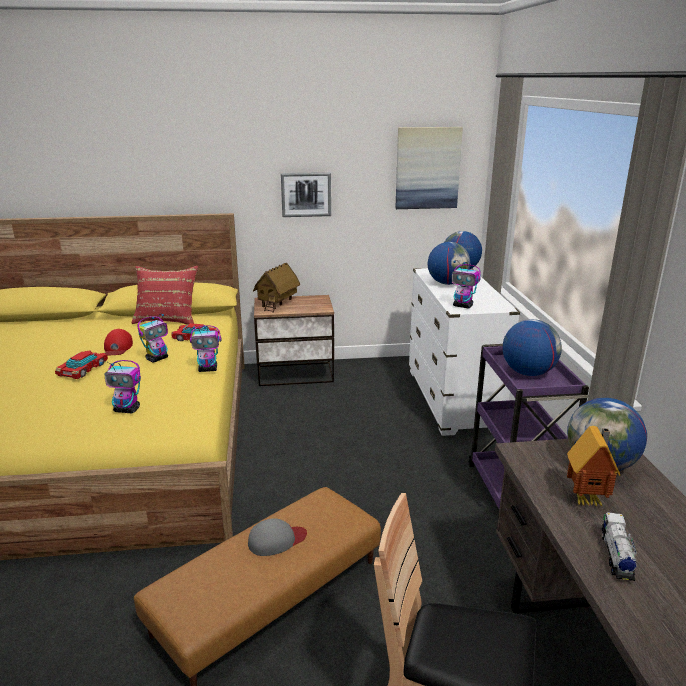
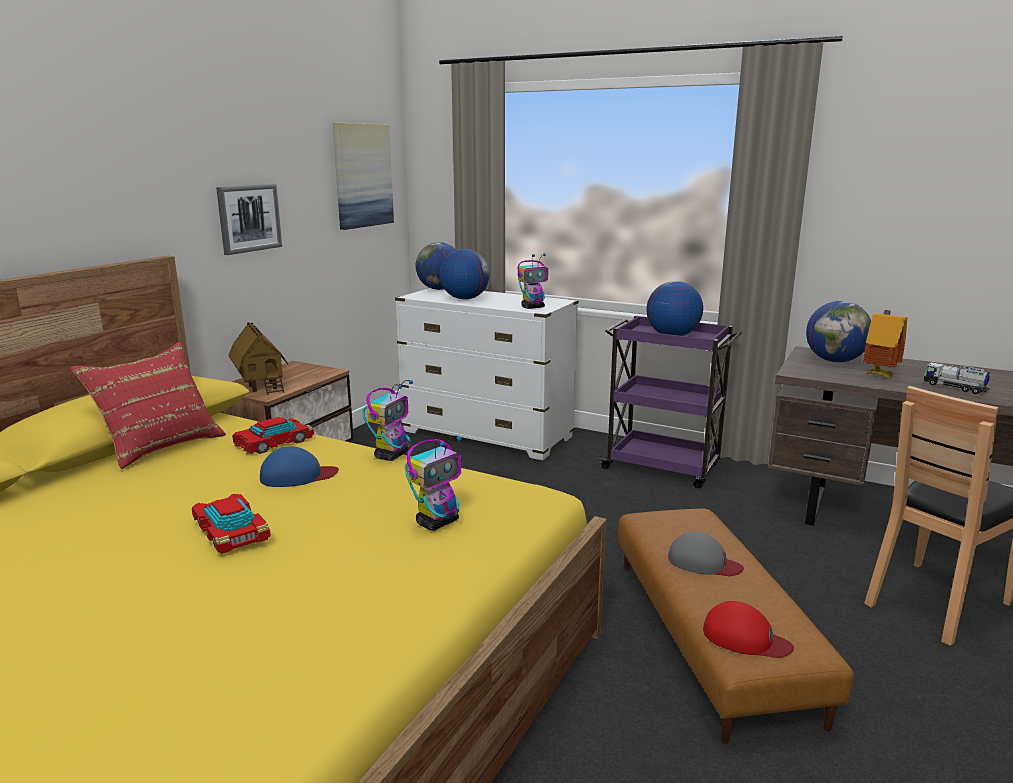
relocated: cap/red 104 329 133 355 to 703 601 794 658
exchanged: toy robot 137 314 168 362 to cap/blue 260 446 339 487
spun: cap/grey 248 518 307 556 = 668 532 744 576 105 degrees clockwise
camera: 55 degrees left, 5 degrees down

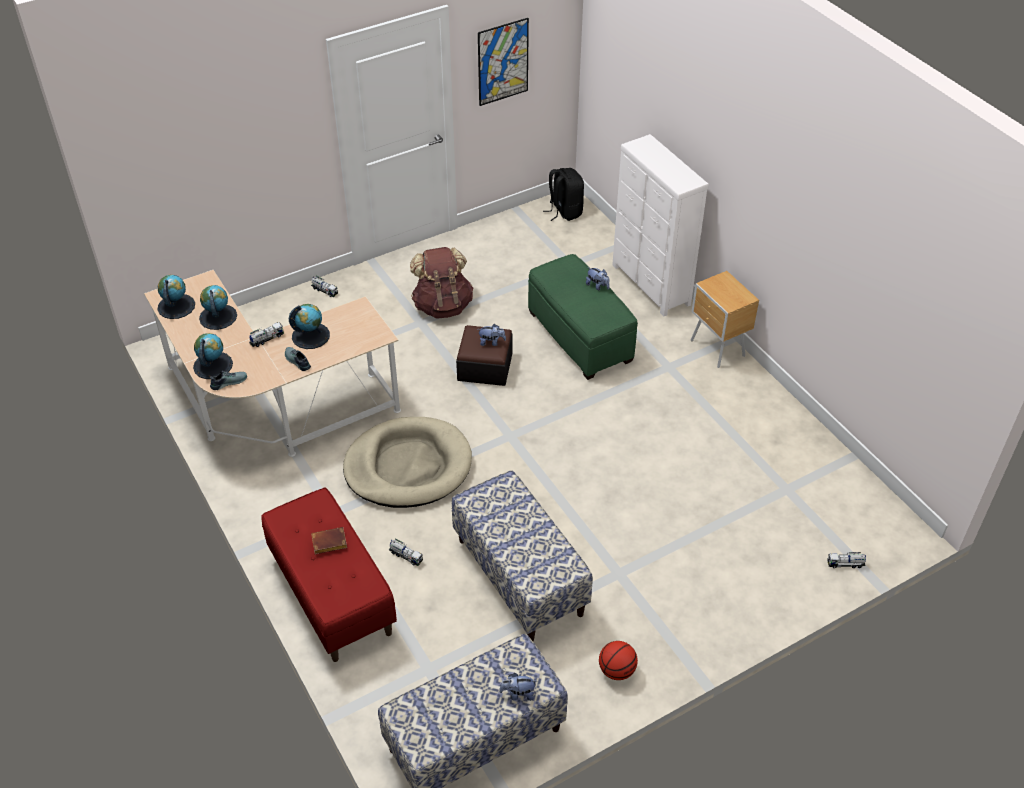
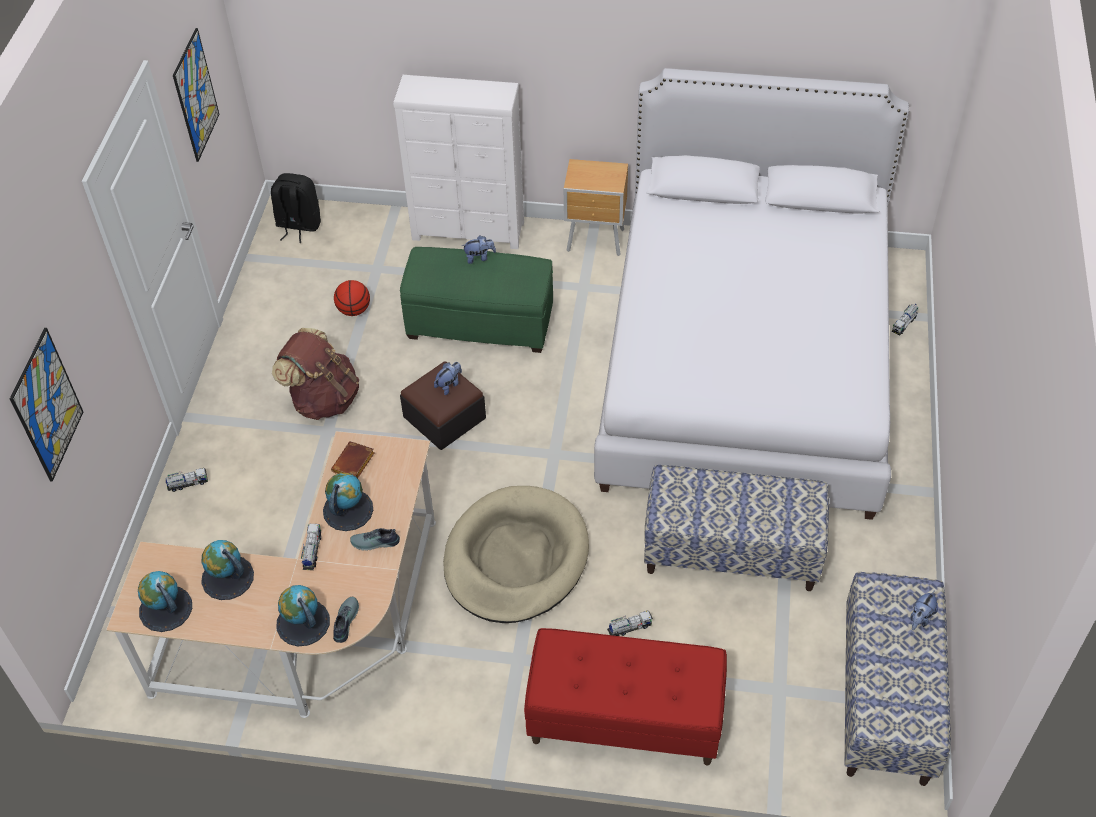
appeared: picture 10 328 83 482; bed/white 594 68 909 520
relocated: book/brown 311 527 347 554 to 331 441 375 478; basketball 599 641 638 680 to 334 280 370 316
camera: 50 degrees left, 5 degrees up

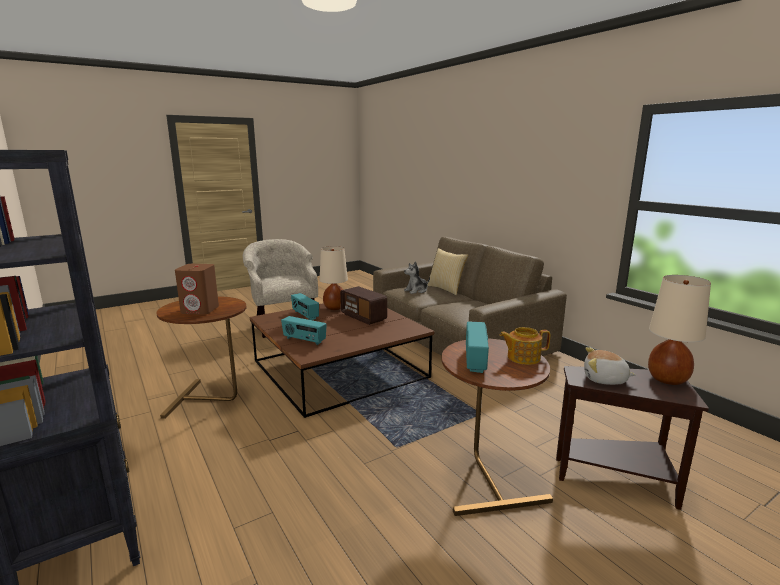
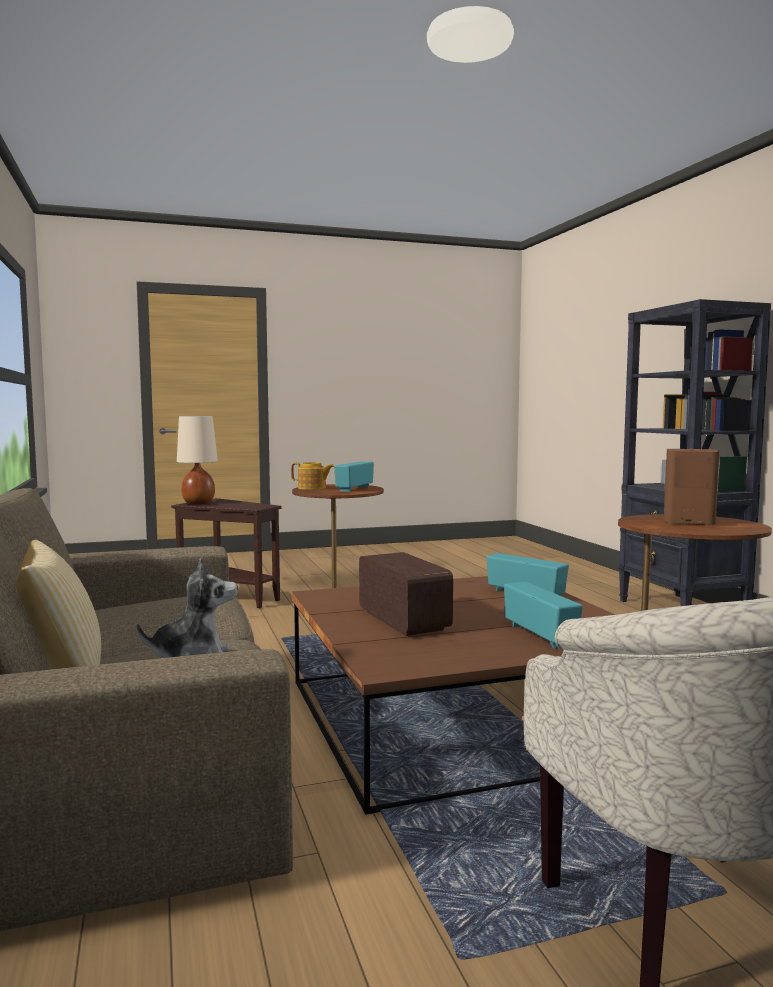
missing: table lamp/beige 320 246 348 310; plush toy 584 347 636 385
camera: 165 degrees left, 10 degrees down

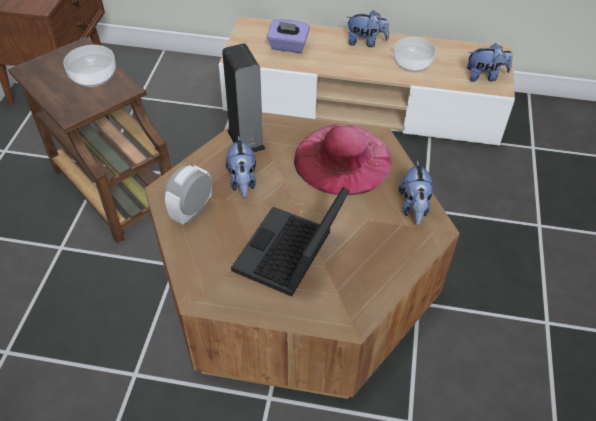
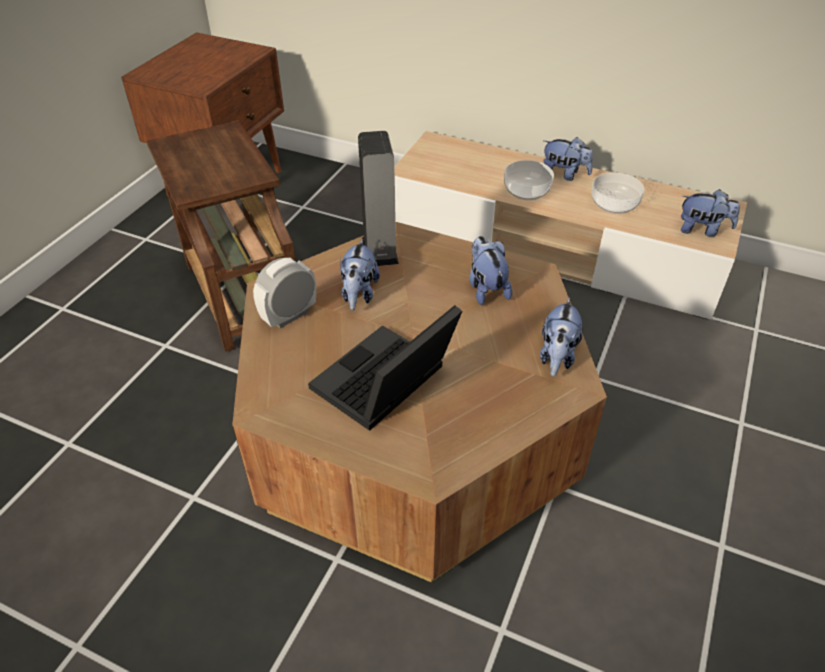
missing: tissue box/purple 267 19 310 53
relocated: bowl 63 45 116 87 to 504 160 554 200
exchanged: hat/pink 294 124 392 195 to plush toy 469 236 512 305
camera: 15 degrees right, 5 degrees down

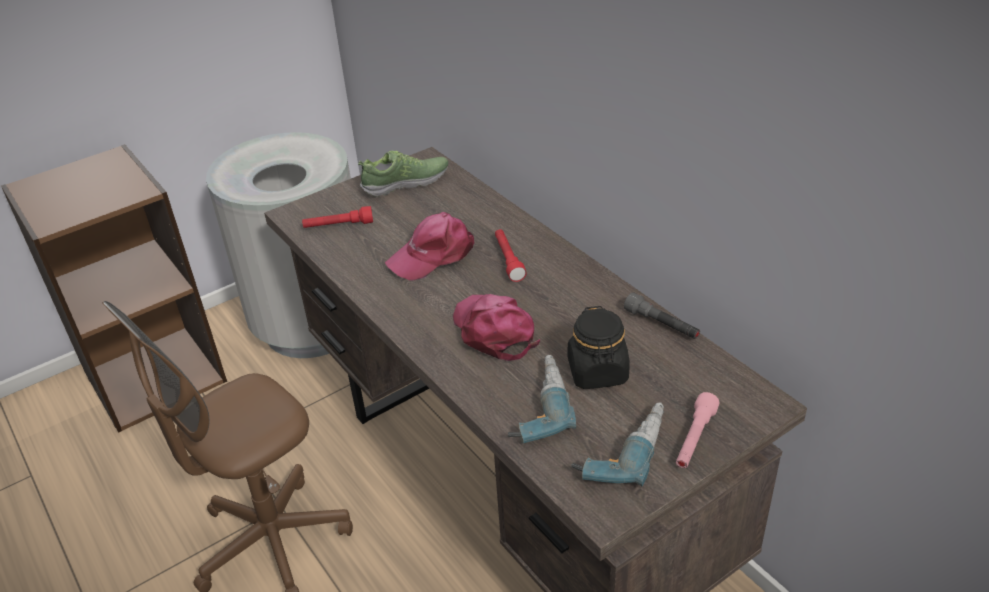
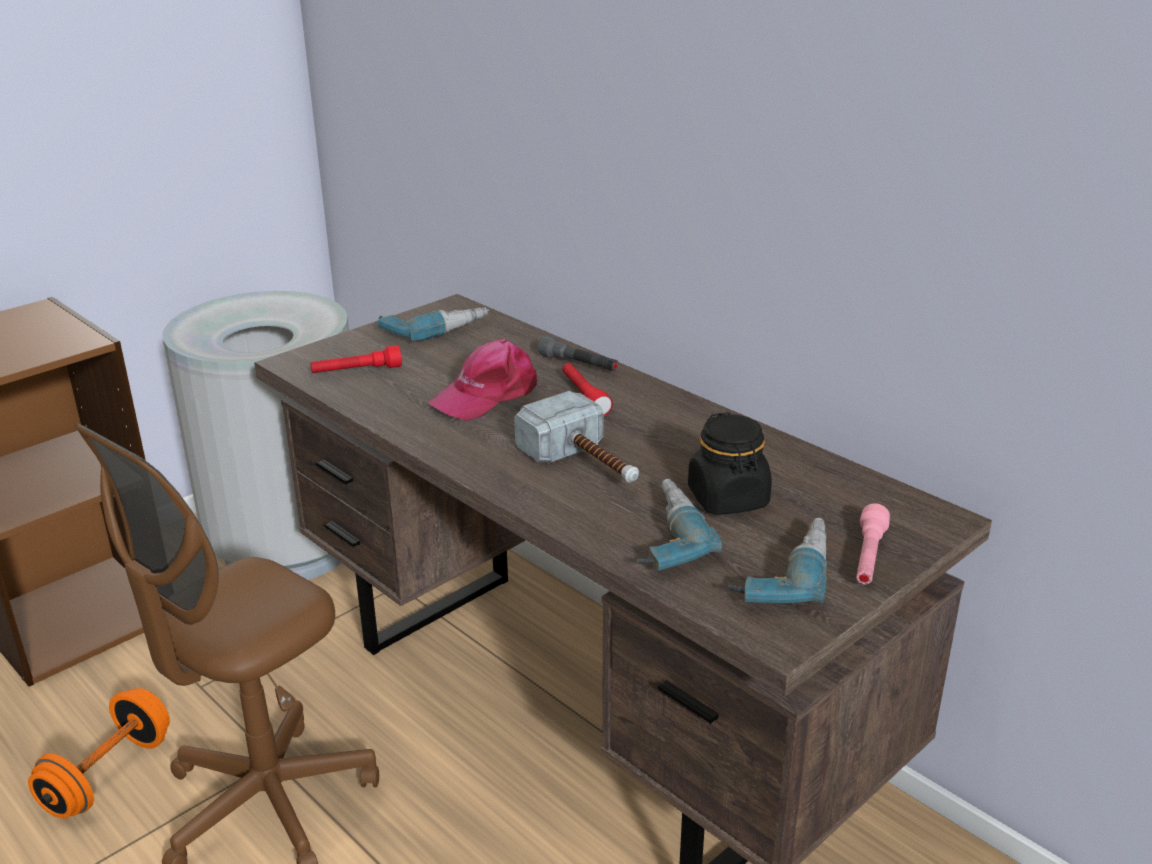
appeared: dumbbell/orange 28 688 170 819
relocated: flashlight/grey 624 292 700 339 to 538 335 618 371
exchanged: shoe 358 151 448 197 to power drill 378 307 489 341; cap/pink 453 294 540 361 to hammer 514 391 639 483
camera: 10 degrees left, 10 degrees down

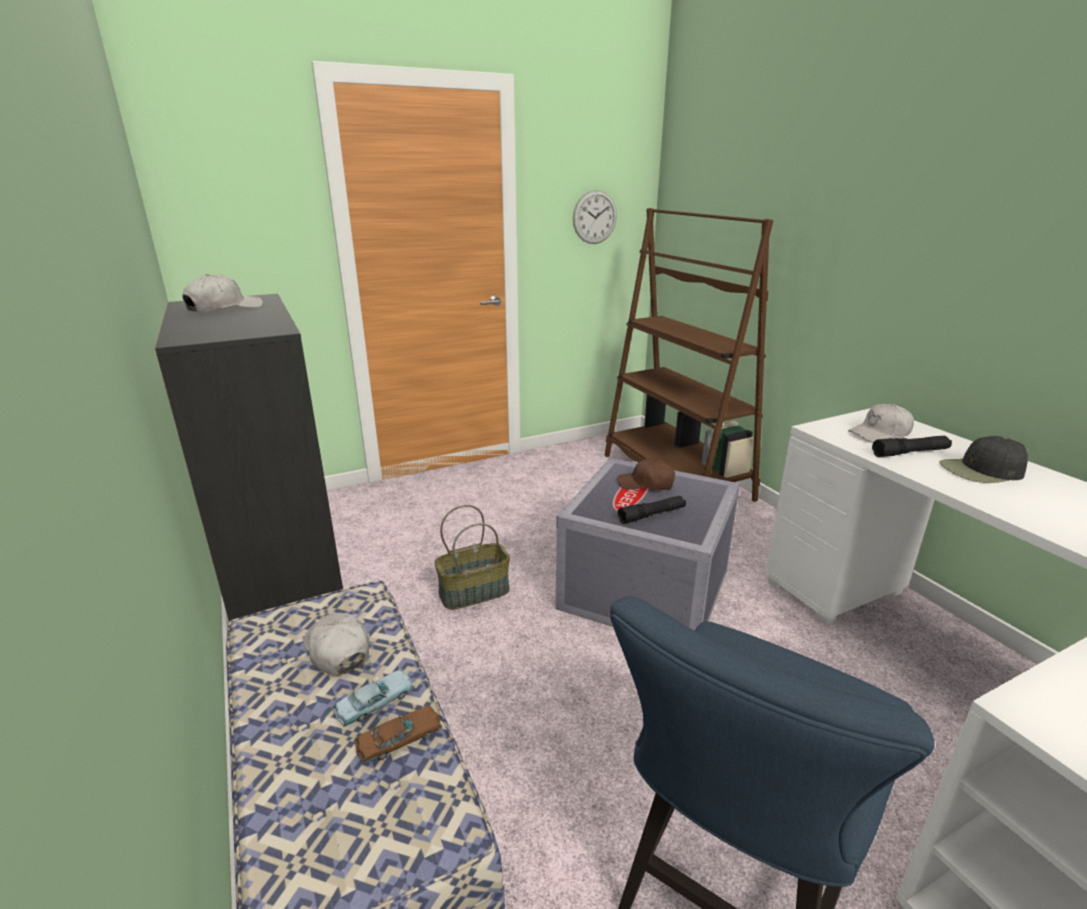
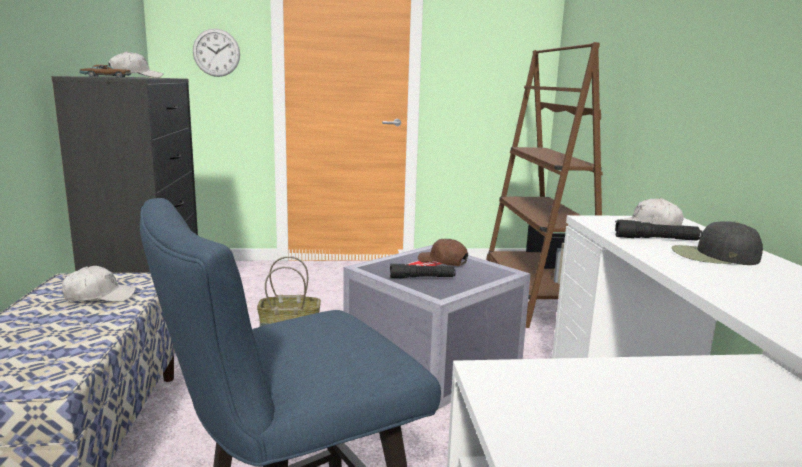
missing: toy car/blue 332 669 415 727
relocated: toy car/brown 354 705 442 764 to 79 65 132 77; wall clock 573 190 617 244 to 193 28 240 77
spun: cap/white 303 612 370 676 = 62 266 136 302 90 degrees clockwise
camera: 20 degrees right, 10 degrees down

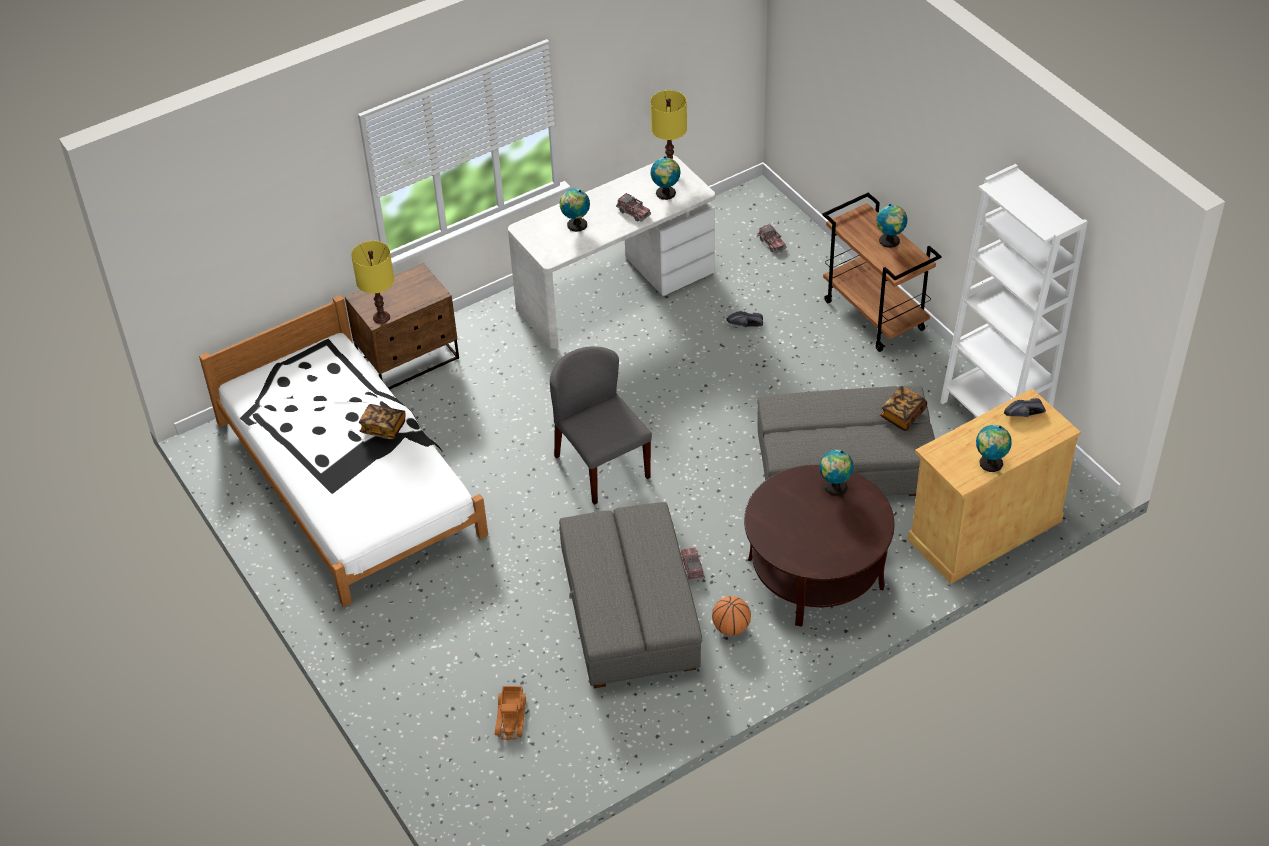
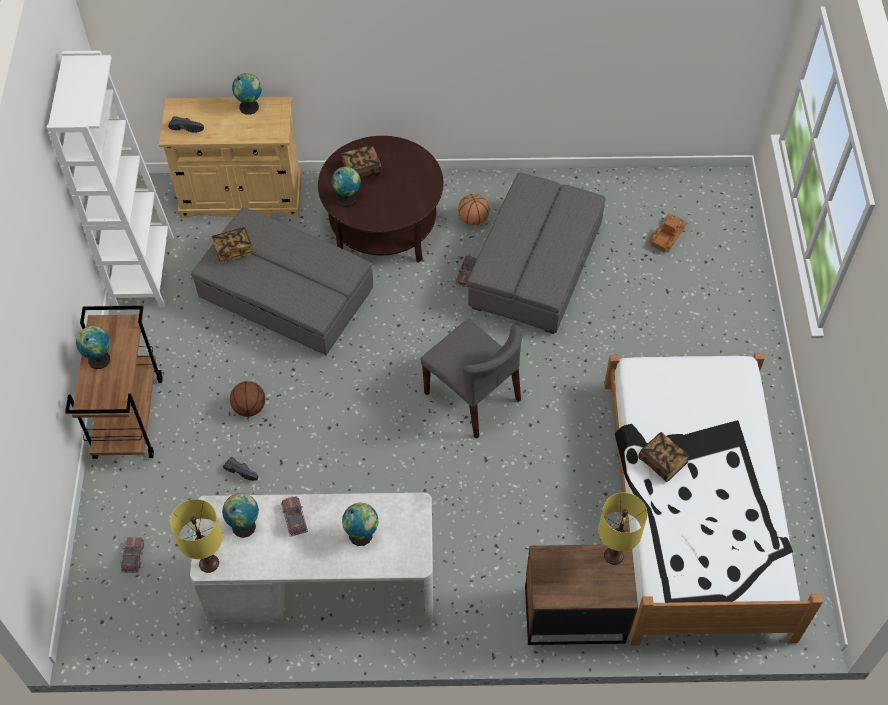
appeared: basketball 230 381 265 417; book 341 145 381 179
spun: chair/grey 550 346 652 505 = 421 319 523 439 45 degrees counterclockwise
camera: 150 degrees left, 10 degrees up

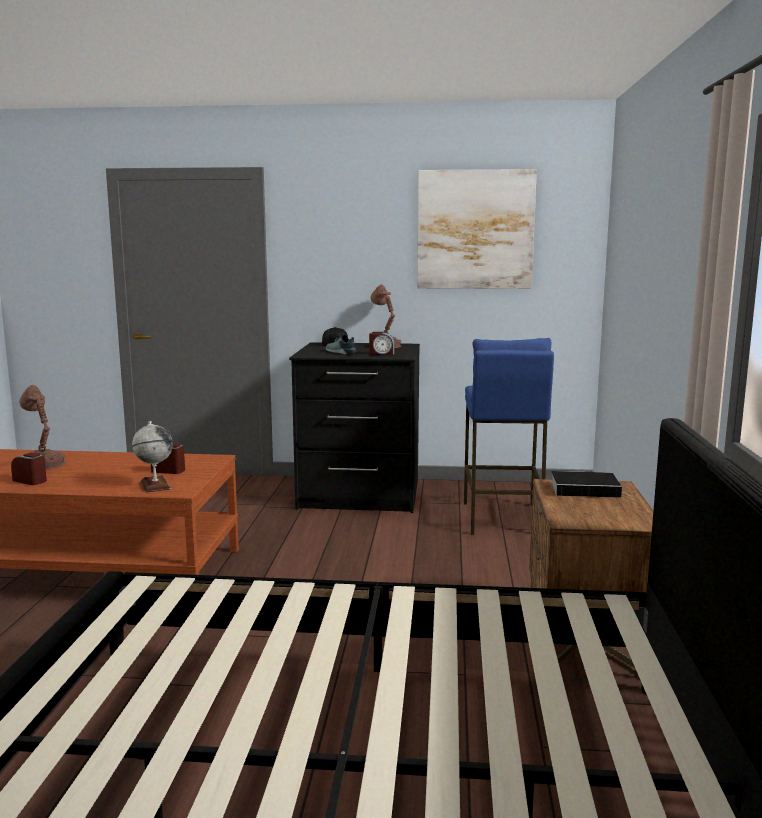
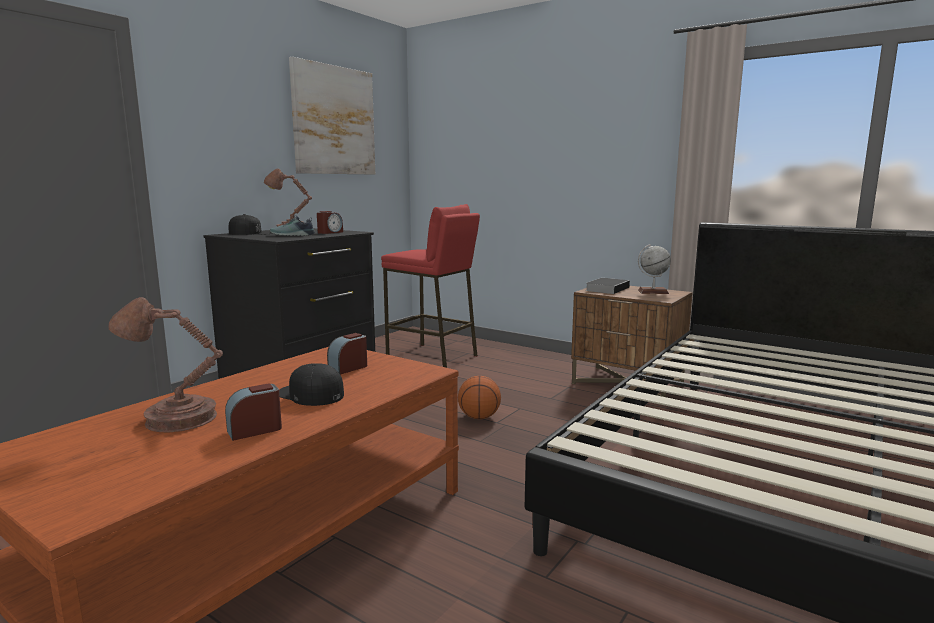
appeared: cap/black 279 363 344 406; basketball 458 376 501 419
relocated: globe 132 421 173 492 to 638 244 671 294
colour: stool/blue 464 338 554 535 to stool/red 381 204 480 368
camera: 60 degrees left, 0 degrees up

